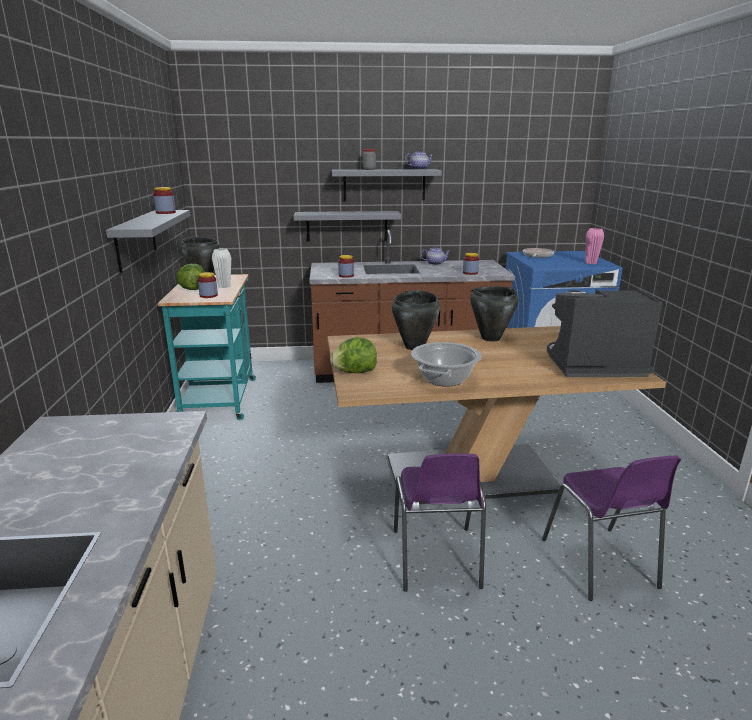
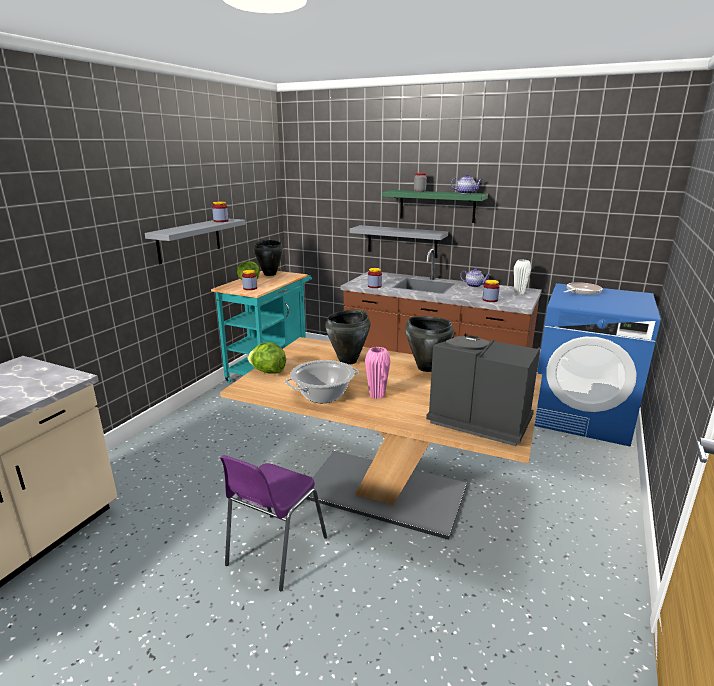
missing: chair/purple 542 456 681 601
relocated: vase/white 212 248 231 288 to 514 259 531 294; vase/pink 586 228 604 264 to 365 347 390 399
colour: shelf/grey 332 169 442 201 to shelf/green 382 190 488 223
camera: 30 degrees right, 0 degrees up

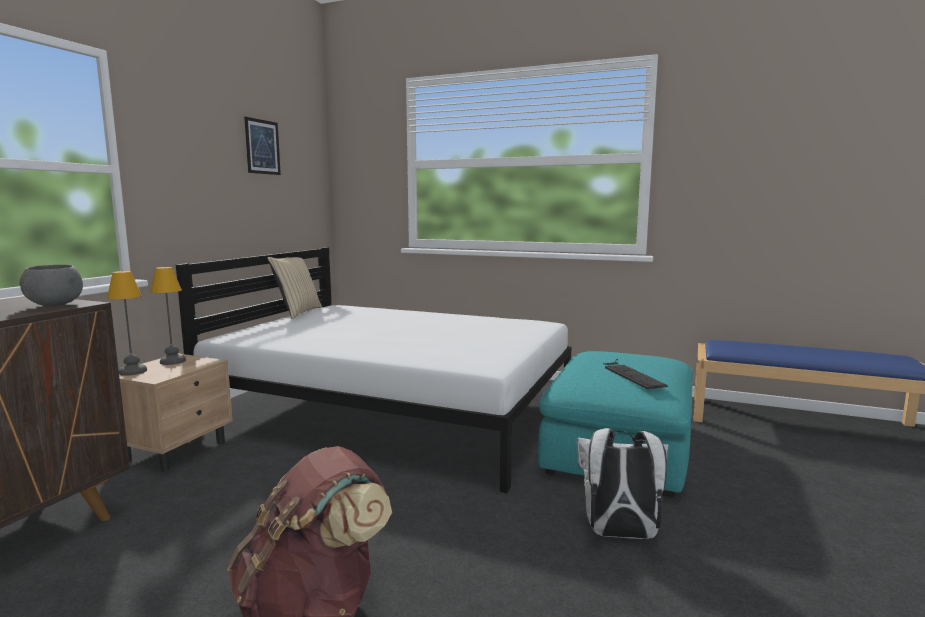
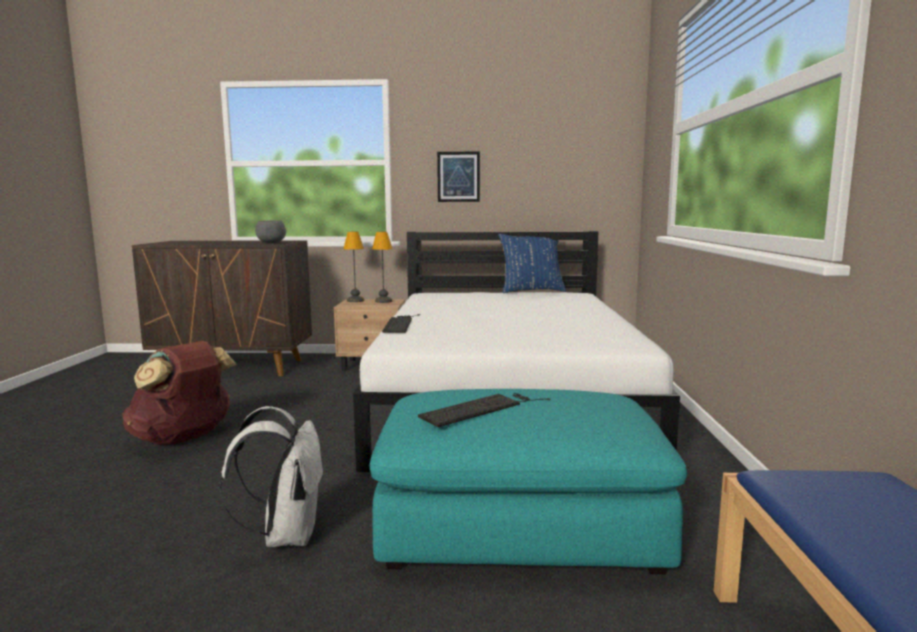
appeared: keyboard 382 314 420 333
relocated: picture 244 117 281 175 to 437 151 480 202
colour: pillow/beige 267 257 322 319 to pillow/blue 498 234 566 293
camera: 70 degrees right, 0 degrees up

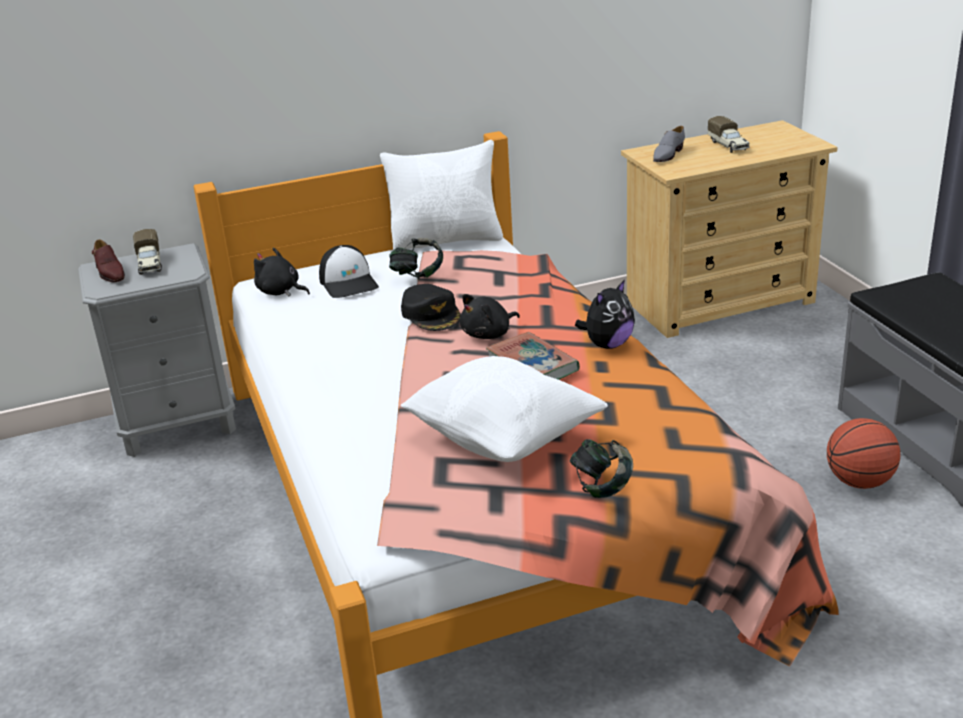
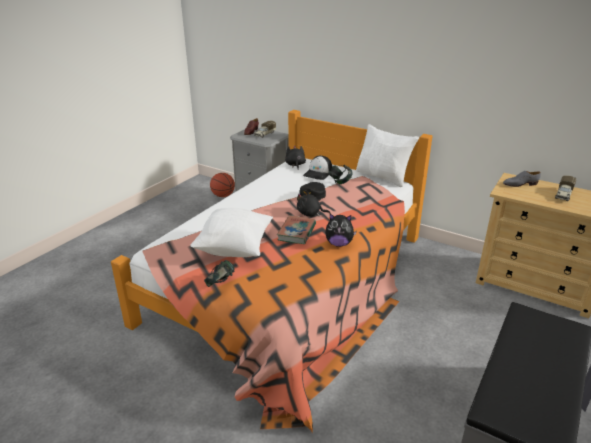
relocated: basketball 827 418 900 489 to 210 173 235 197
camera: 50 degrees right, 0 degrees up

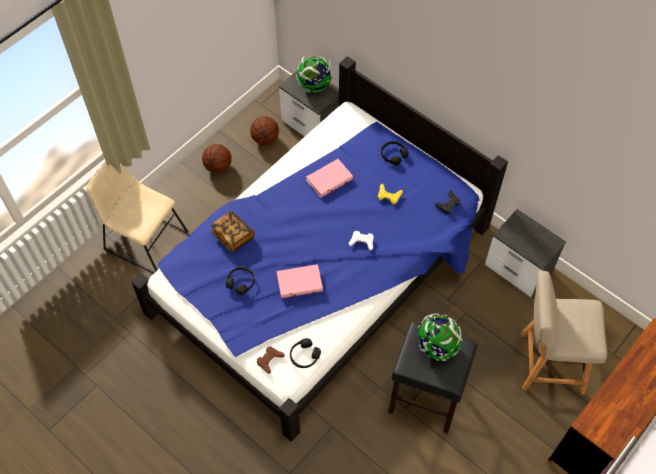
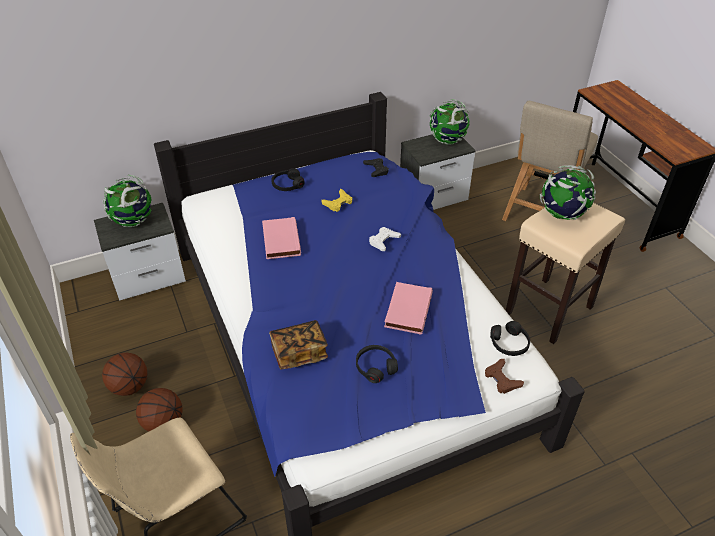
appeared: globe 430 99 470 145
relocated: basketball 250 116 279 145 to 136 388 183 432
colour: stool/black 388 322 477 434 to stool/beige 506 203 625 344
camera: 65 degrees left, 15 degrees down

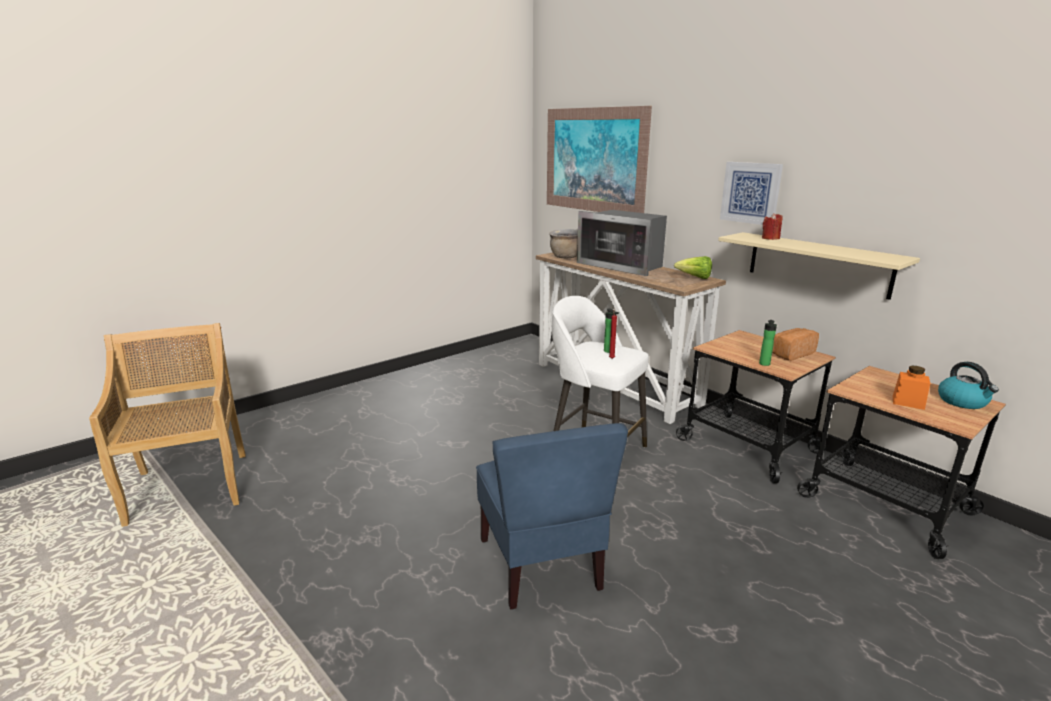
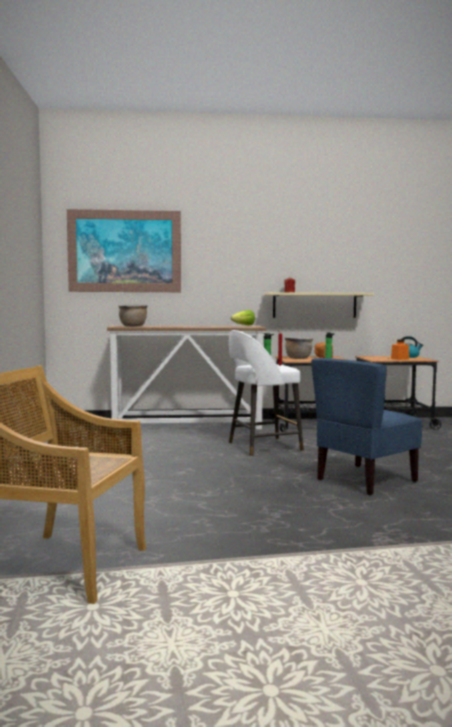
missing: microwave 577 210 667 276; picture 720 162 783 225
appeared: cooking pot/brown 285 338 313 359
spun: chair/blue 476 423 628 610 = 311 358 422 496 120 degrees clockwise
camera: 55 degrees left, 15 degrees down

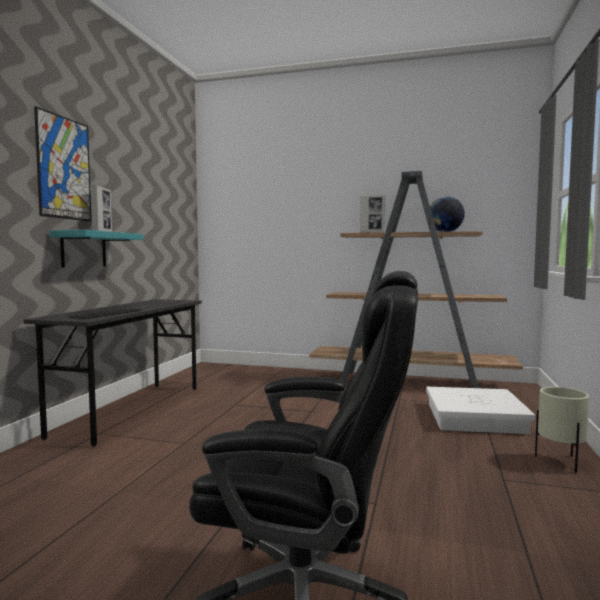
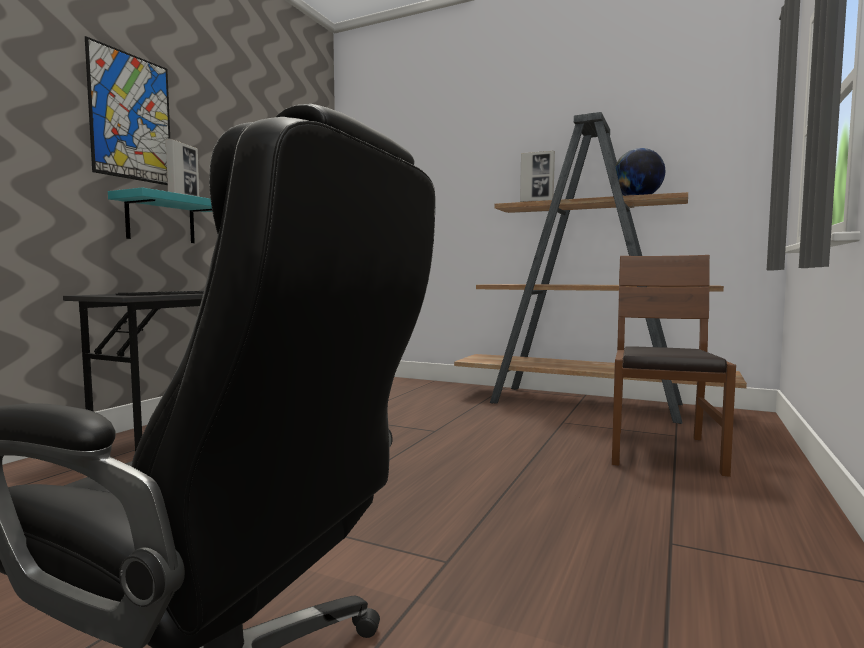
missing: planter/beige 535 387 589 473
exchanged: storage box/white 426 387 535 434 to chair/brown 612 255 736 477
camera: 10 degrees right, 0 degrees up

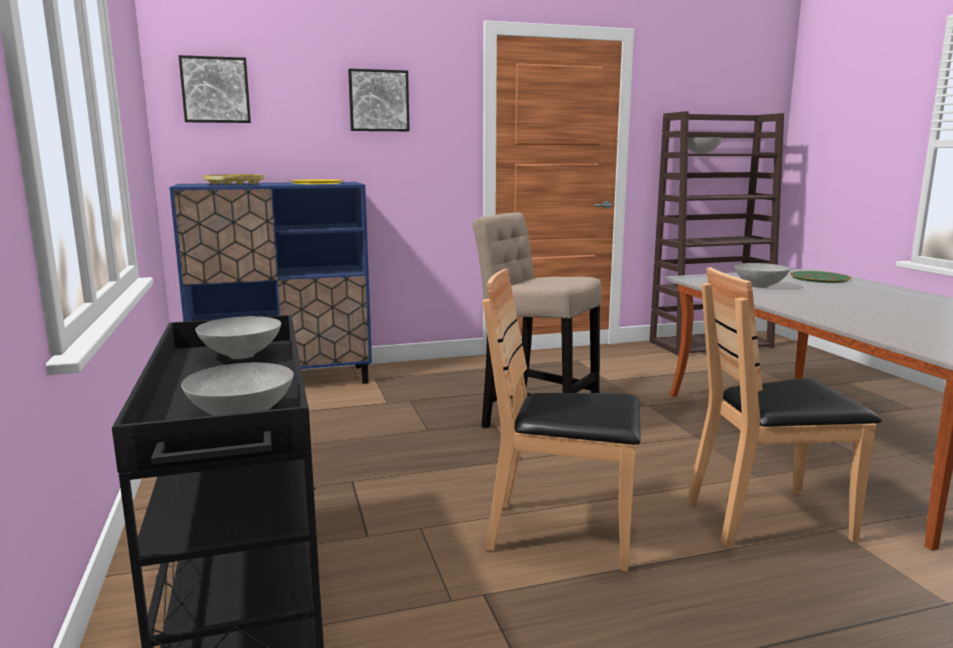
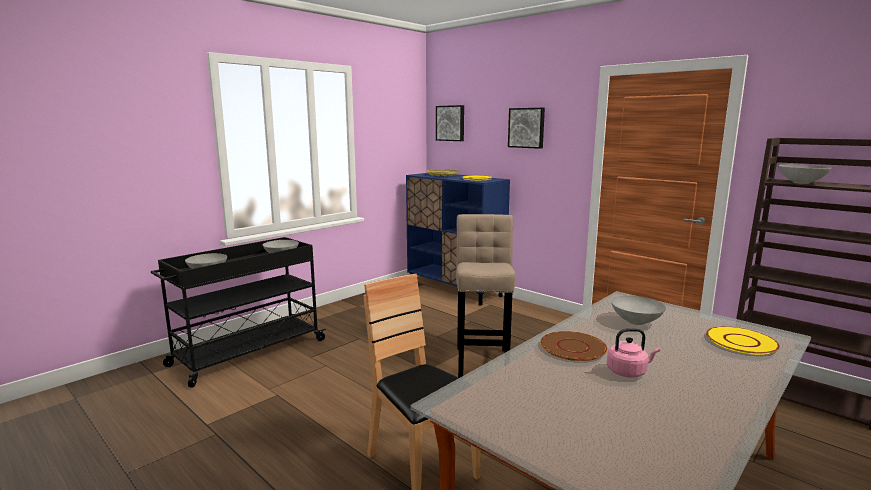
missing: chair/brown 482 268 641 571
appeared: plate/brown 540 331 607 361; kettle/pink 607 328 660 378
colour: plate/green 790 271 851 283 to plate/yellow 706 326 780 355
camera: 60 degrees right, 0 degrees up

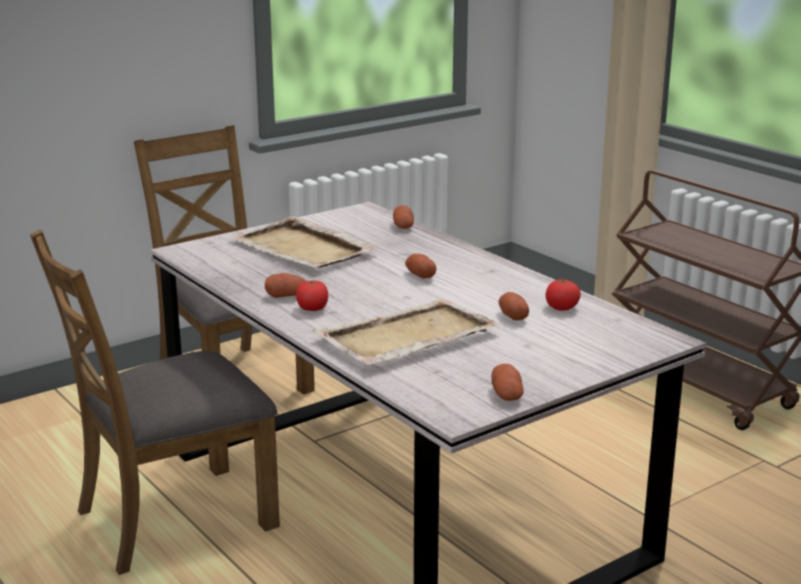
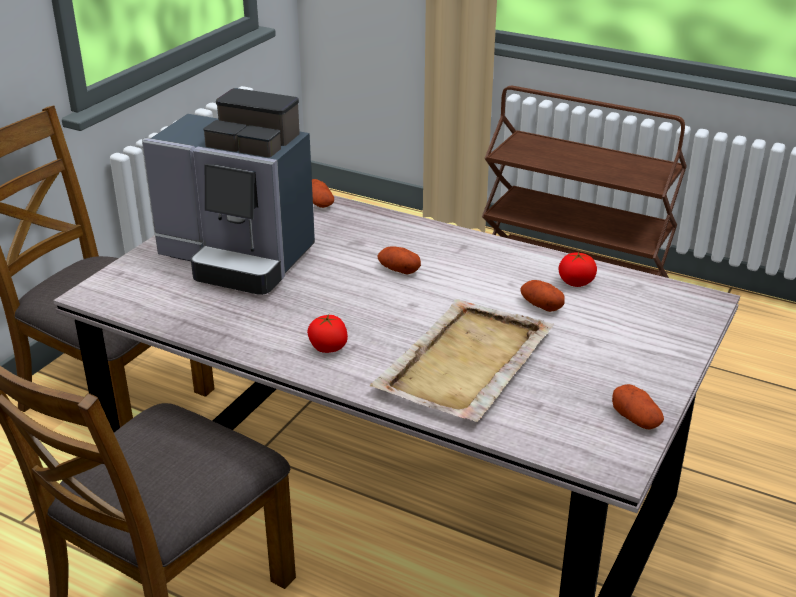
missing: potato 265 273 305 298
exchanged: tray/beige 229 216 379 268 to coffee machine 142 88 315 295
camera: 25 degrees left, 10 degrees up

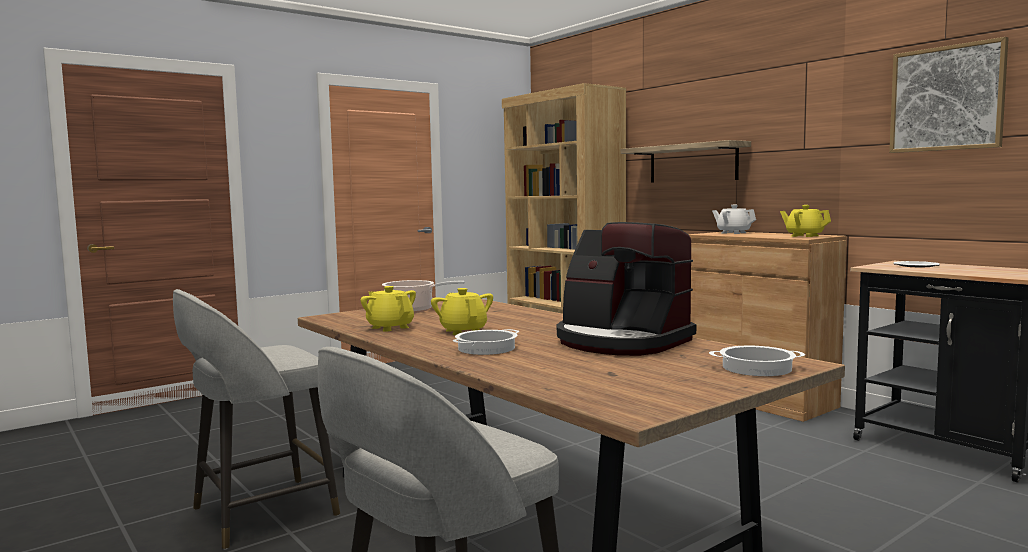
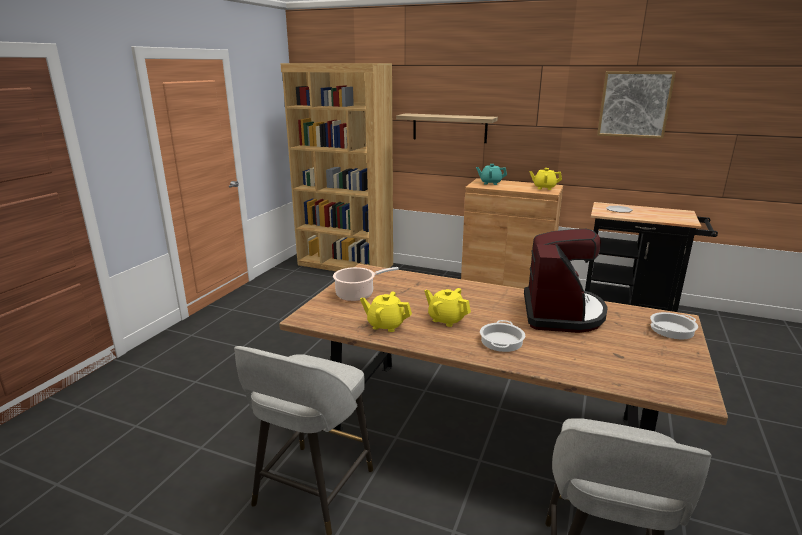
colour: teapot/white 712 205 756 234 to teapot/turquoise 476 164 507 185
spun: coffee machine 557 222 696 356 = 524 229 608 333 90 degrees counterclockwise
camera: 30 degrees left, 15 degrees up

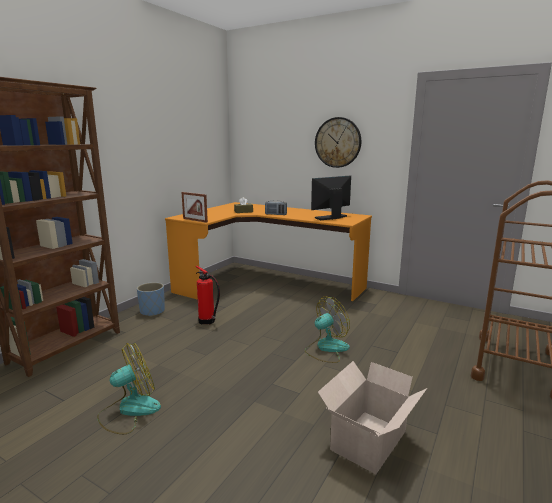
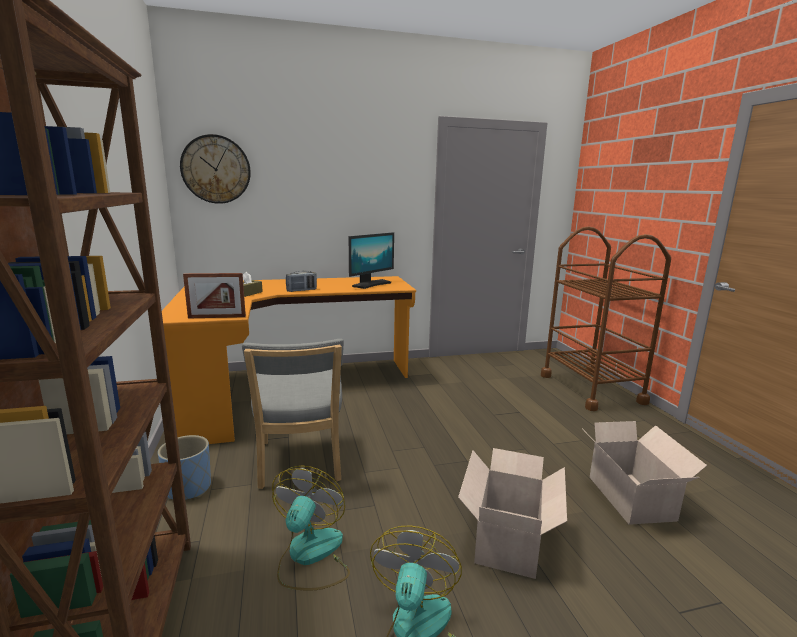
appeared: cardboard box 458 448 567 579
relocated: fan 305 296 350 363 to 272 465 350 591; wall clock 315 117 361 168 to 180 134 251 204
exchanged: fire extinguisher 195 266 220 324 to chair/grey 242 339 344 489
spun: monitor 311 176 351 220 = 349 232 394 289 150 degrees counterclockwise
camera: 45 degrees left, 0 degrees up

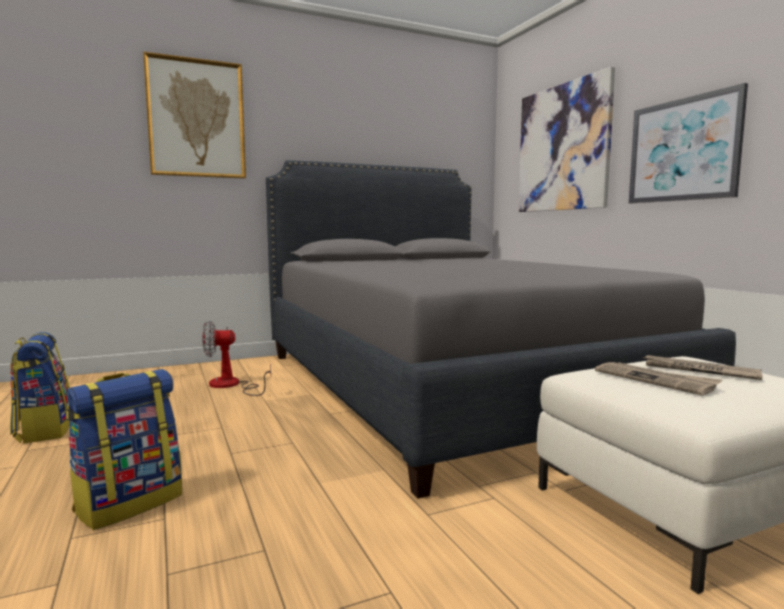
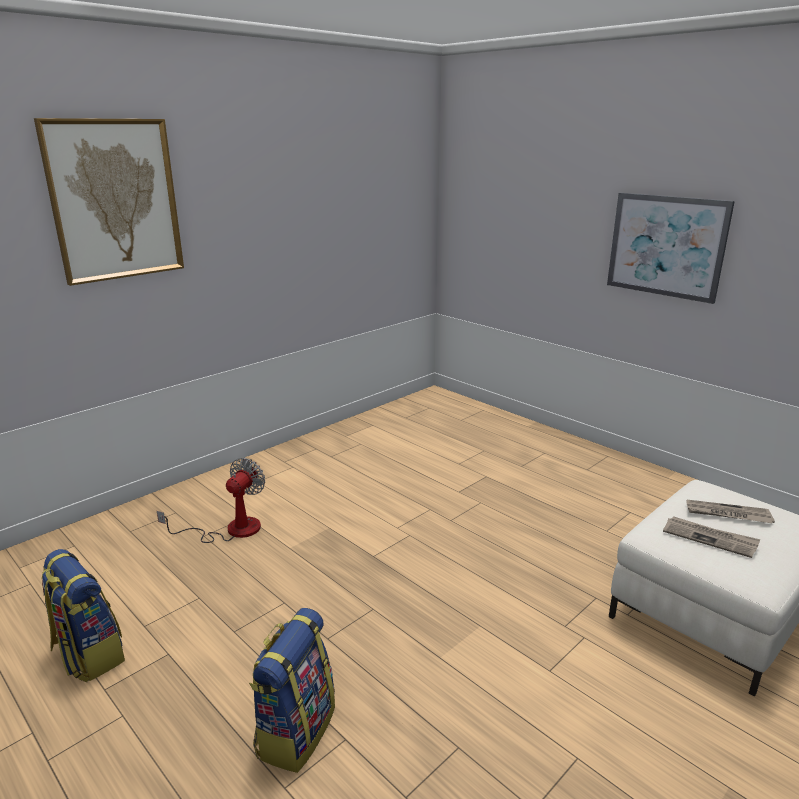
missing: bed/grey 266 160 736 498; picture 518 66 615 212
spun: fan 202 321 271 396 = 157 458 265 543 150 degrees clockwise
camera: 20 degrees left, 15 degrees up

